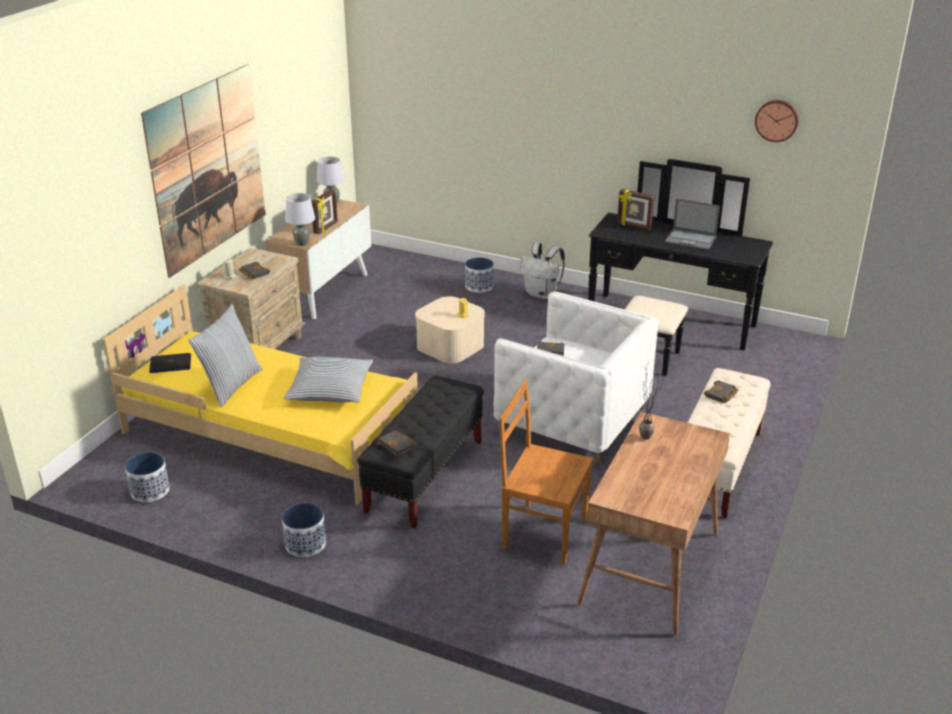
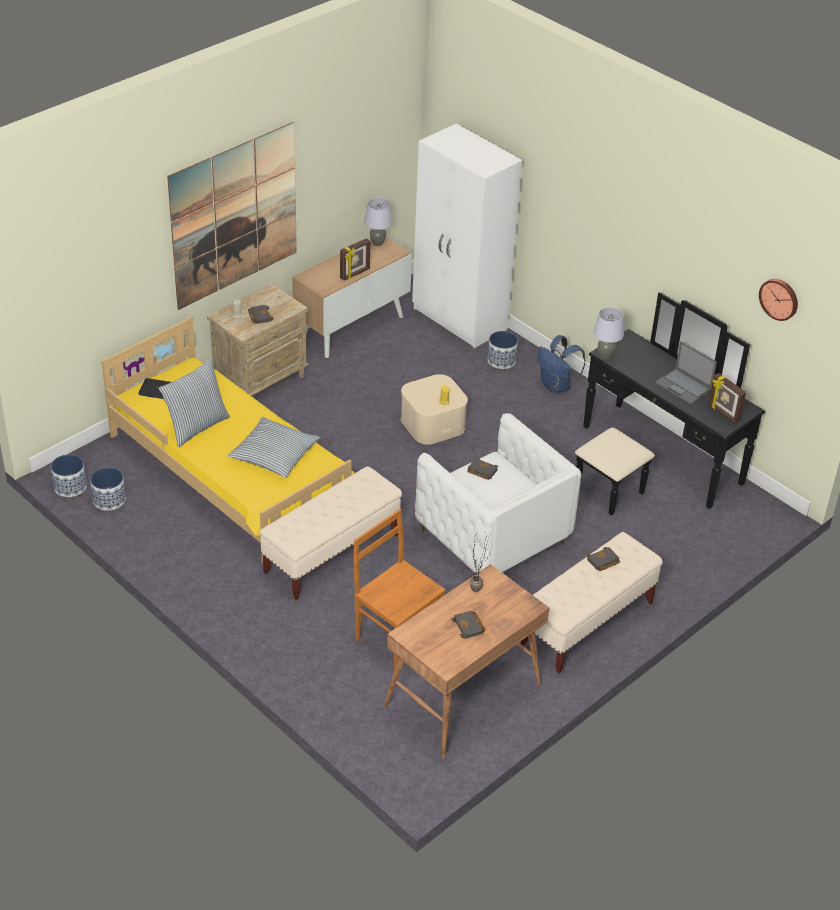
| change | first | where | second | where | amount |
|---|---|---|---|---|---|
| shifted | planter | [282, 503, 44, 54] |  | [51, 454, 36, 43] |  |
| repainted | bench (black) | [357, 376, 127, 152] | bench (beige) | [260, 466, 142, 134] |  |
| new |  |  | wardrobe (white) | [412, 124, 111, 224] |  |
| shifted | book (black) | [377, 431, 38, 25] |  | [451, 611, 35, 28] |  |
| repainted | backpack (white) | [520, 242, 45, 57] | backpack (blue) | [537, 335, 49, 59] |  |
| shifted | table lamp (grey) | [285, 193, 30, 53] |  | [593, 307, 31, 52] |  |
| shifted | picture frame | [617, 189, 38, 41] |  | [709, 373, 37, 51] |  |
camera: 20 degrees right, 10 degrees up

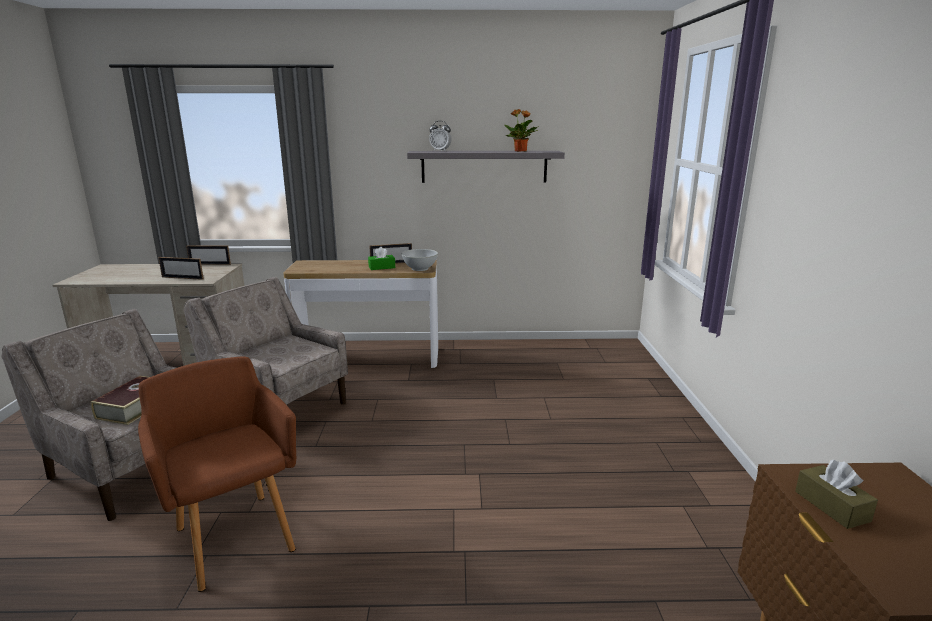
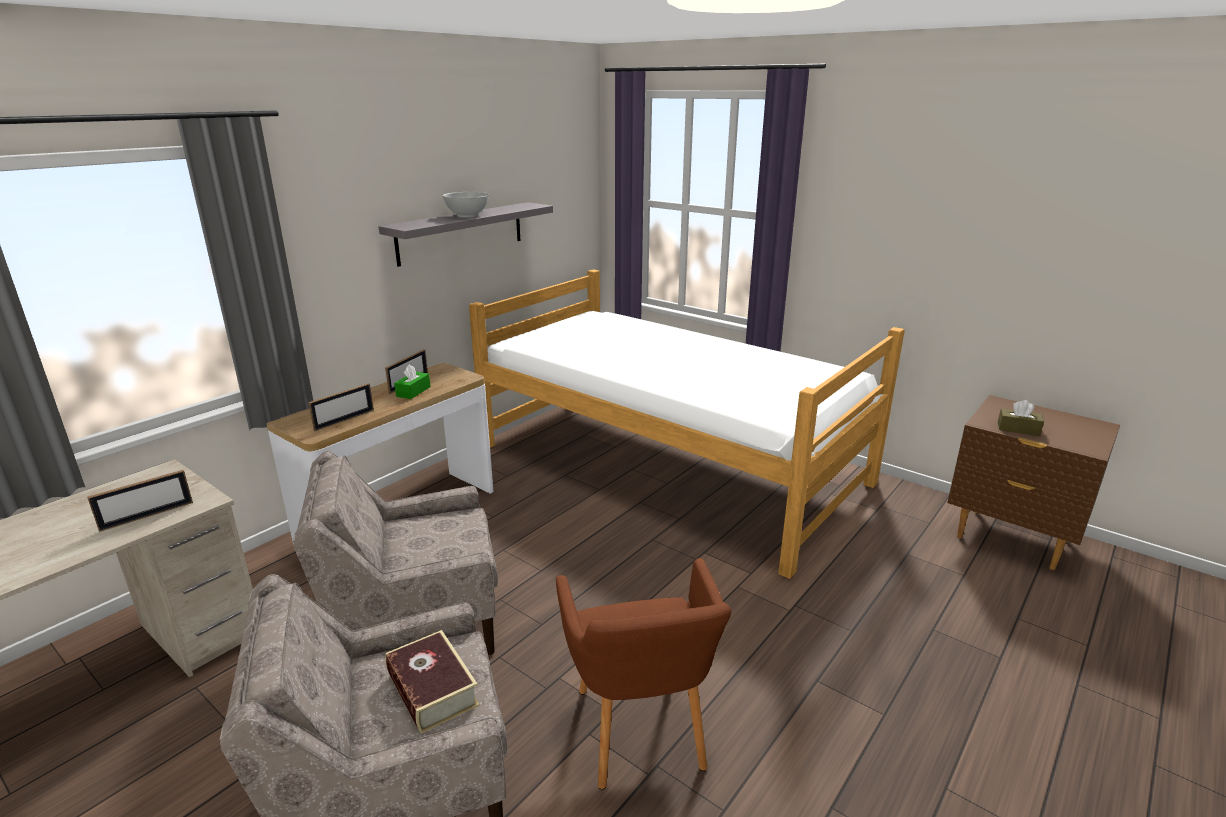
| change | first | where | second | where | amount |
|---|---|---|---|---|---|
| shifted | picture frame | [186, 245, 45, 20] |  | [308, 383, 66, 48] |  |
| shifted | bowl (white) | [401, 249, 37, 22] |  | [443, 192, 46, 25] |  |
| new |  |  | bed | [469, 269, 436, 310] |  |
| rotated | armchair (brown) | [138, 356, 158, 236] |  | [556, 558, 175, 231] | 105 degrees counterclockwise |
| gone | alarm clock | [429, 121, 23, 30] |  |  |  |
| gone | potted plant | [505, 109, 34, 43] |  |  |  |
camera: 50 degrees left, 5 degrees up

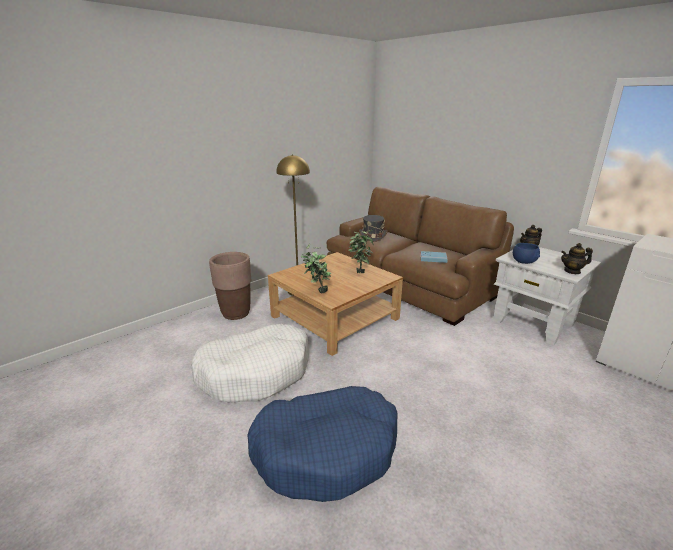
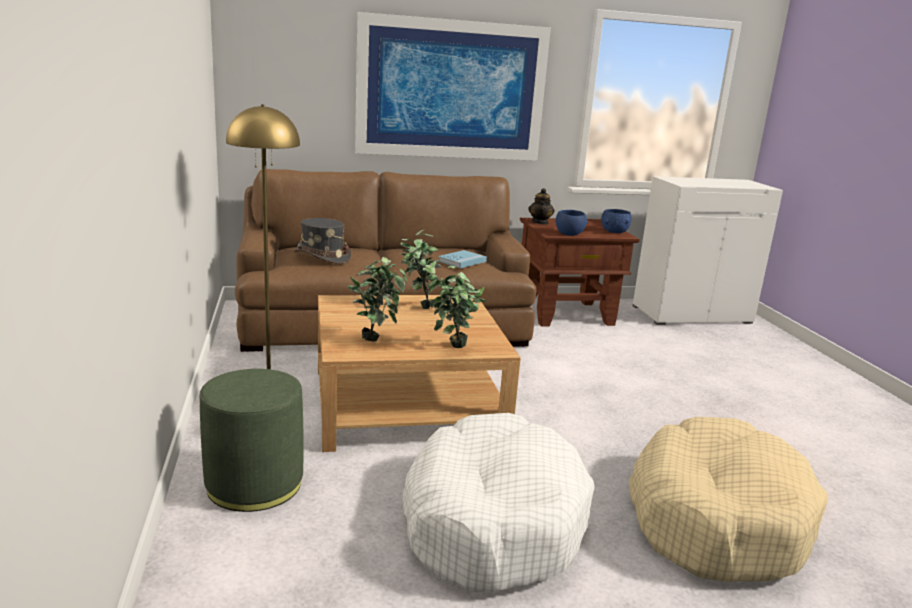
| change | first | where | second | where | amount |
|---|---|---|---|---|---|
| swapped | planter (brown) | [209, 252, 42, 68] | ottoman (green) | [200, 369, 104, 143] |  |
| new |  |  | potted plant | [347, 257, 64, 85] |  |
| new |  |  | picture | [355, 12, 196, 149] |  |
| repainted | side table (white) | [493, 247, 108, 98] | side table (brown) | [520, 218, 120, 109] |  |
| swapped | teapot | [561, 243, 32, 31] | bowl (blue) | [601, 209, 31, 24] |  |
| repainted | dog bed (blue) | [247, 386, 151, 116] | dog bed (beige) | [629, 417, 199, 165] |  |
camera: 60 degrees left, 5 degrees down

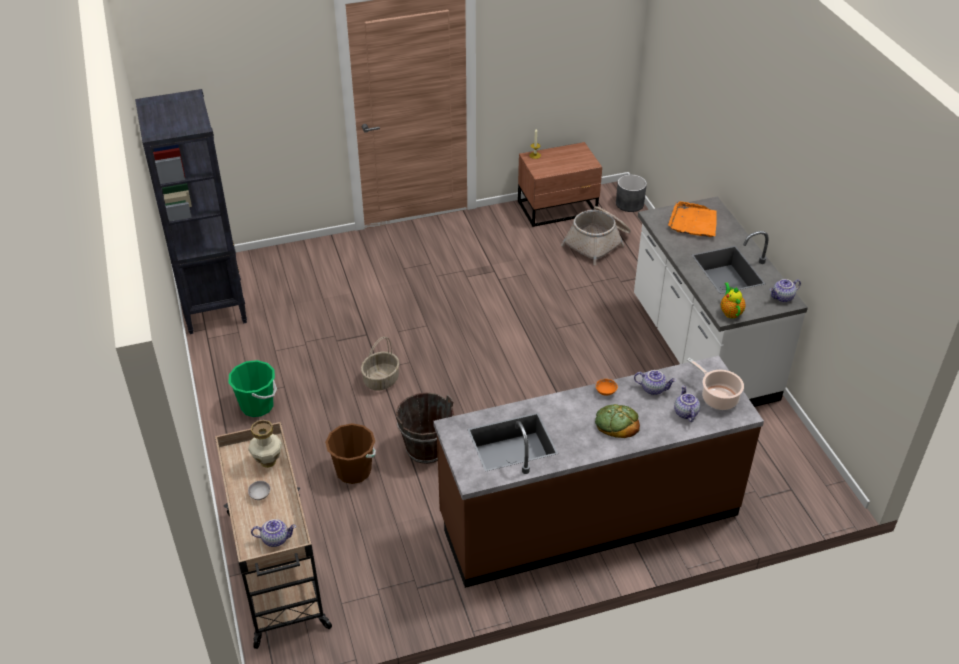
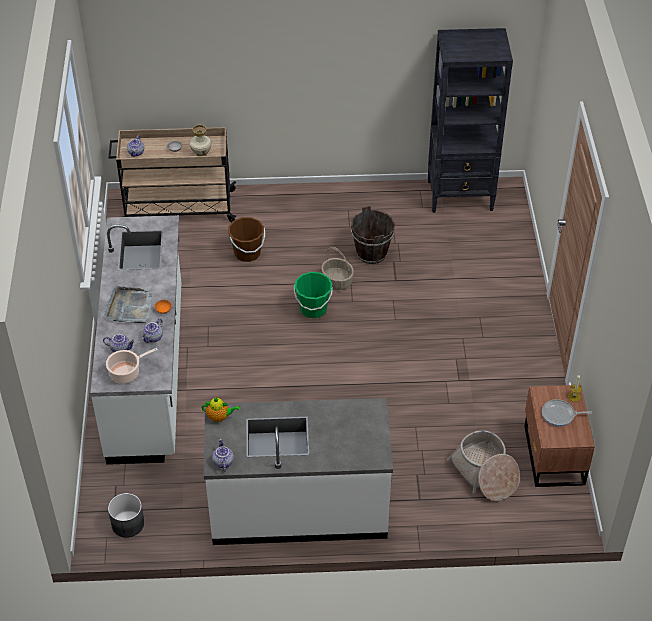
| change | first | where | second | where | amount |
|---|---|---|---|---|---|
| repainted | counter (brown) | [433, 356, 331, 232] | counter (white) | [90, 215, 91, 250] |  |
| swapped | bread | [595, 404, 45, 34] | tray (grey) | [105, 286, 47, 37] |  |
| shifted | planter (grey) | [616, 175, 31, 37] |  | [108, 493, 36, 45] |  |
| shifted | bucket (green) | [229, 360, 48, 57] |  | [294, 272, 39, 46] |  |
| shifted | bucket (brown) | [396, 392, 58, 72] |  | [351, 206, 44, 58] |  |
| new |  |  | frying pan | [542, 399, 50, 28] |  |
| gone | tray (orange) | [668, 201, 49, 36] |  |  |  |
camera: 105 degrees right, 5 degrees up

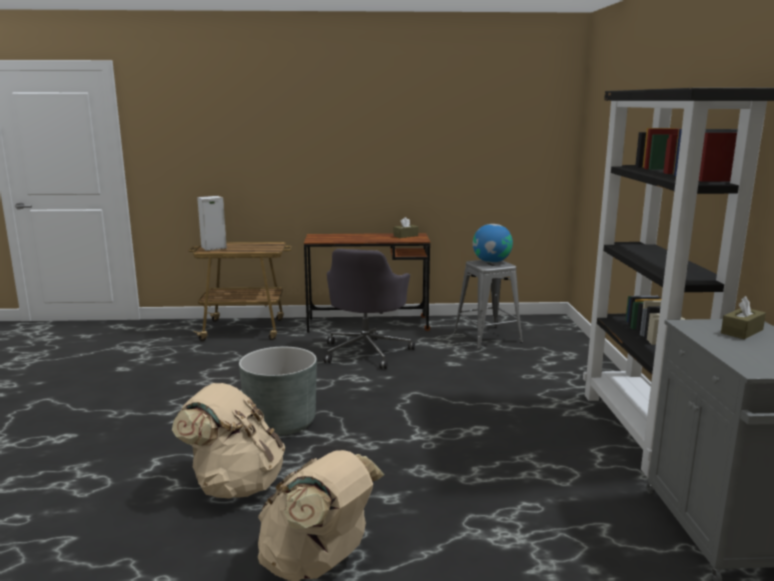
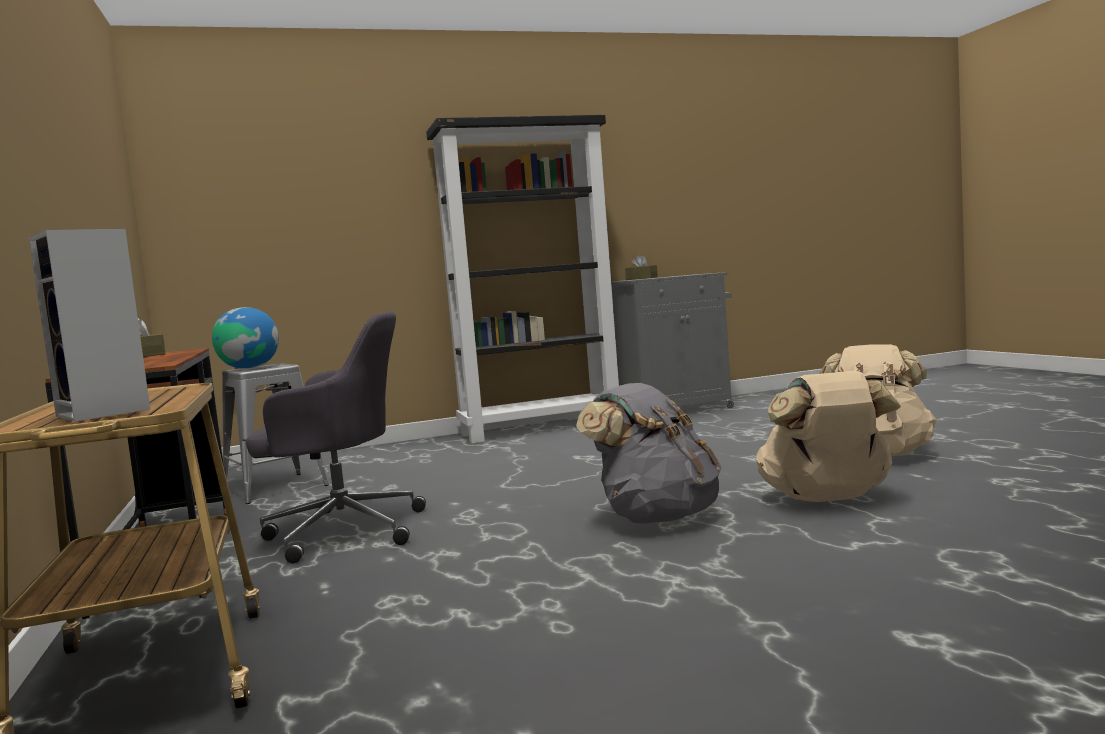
| change | first | where | second | where | amount |
|---|---|---|---|---|---|
| swapped | planter (grey) | [239, 347, 78, 89] | backpack (grey) | [576, 383, 146, 141] |  |
camera: 105 degrees left, 10 degrees down

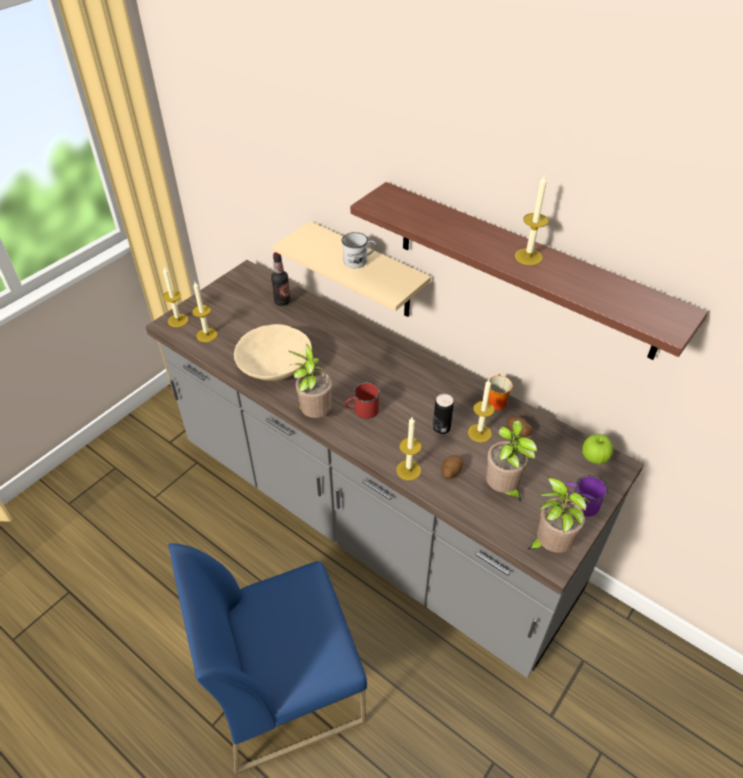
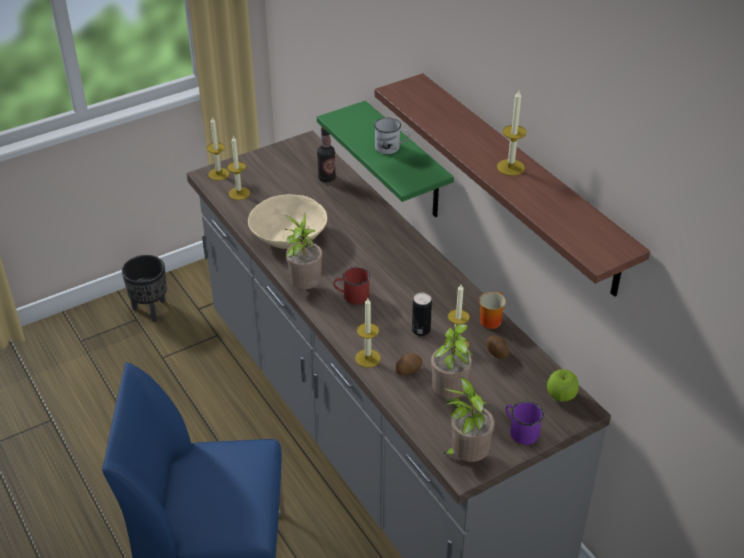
| change | first | where | second | where | amount |
|---|---|---|---|---|---|
| new |  |  | planter (black) | [122, 255, 45, 67] |  |
| repainted | shelf (beige) | [273, 221, 158, 96] | shelf (green) | [317, 101, 137, 116] |  |
camera: 20 degrees right, 5 degrees down

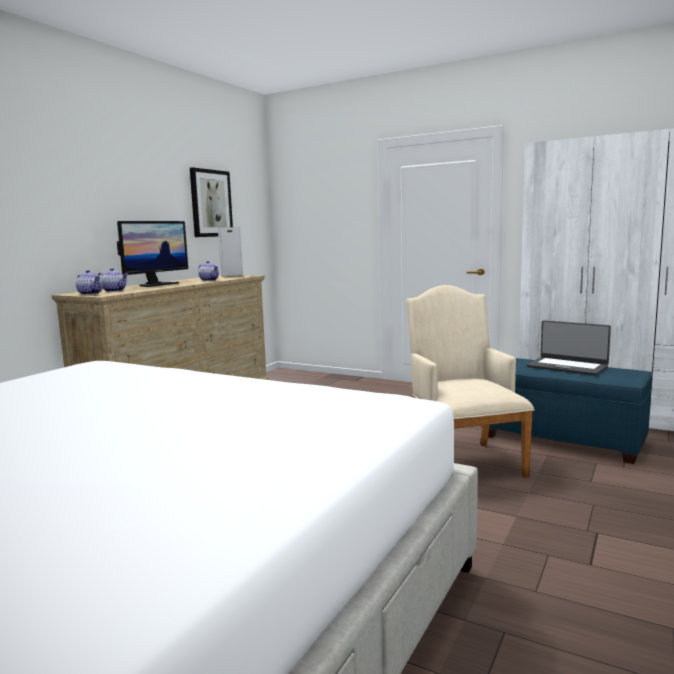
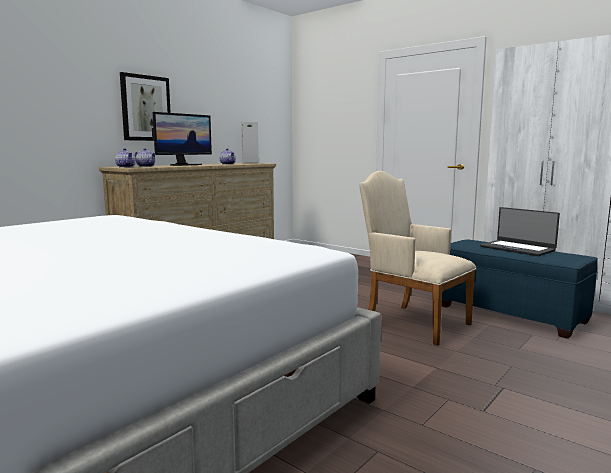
| change | first | where | second | where | amount |
|---|---|---|---|---|---|
| shifted | picture | [190, 167, 43, 70] |  | [120, 72, 51, 69] |  |
| rotated | armchair (beige) | [406, 285, 128, 193] |  | [359, 171, 117, 175] | 45 degrees counterclockwise |
camera: 10 degrees right, 0 degrees up

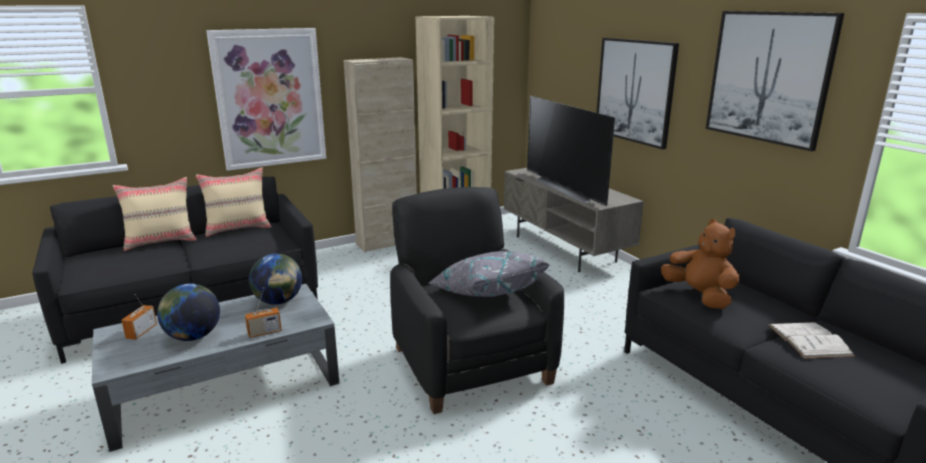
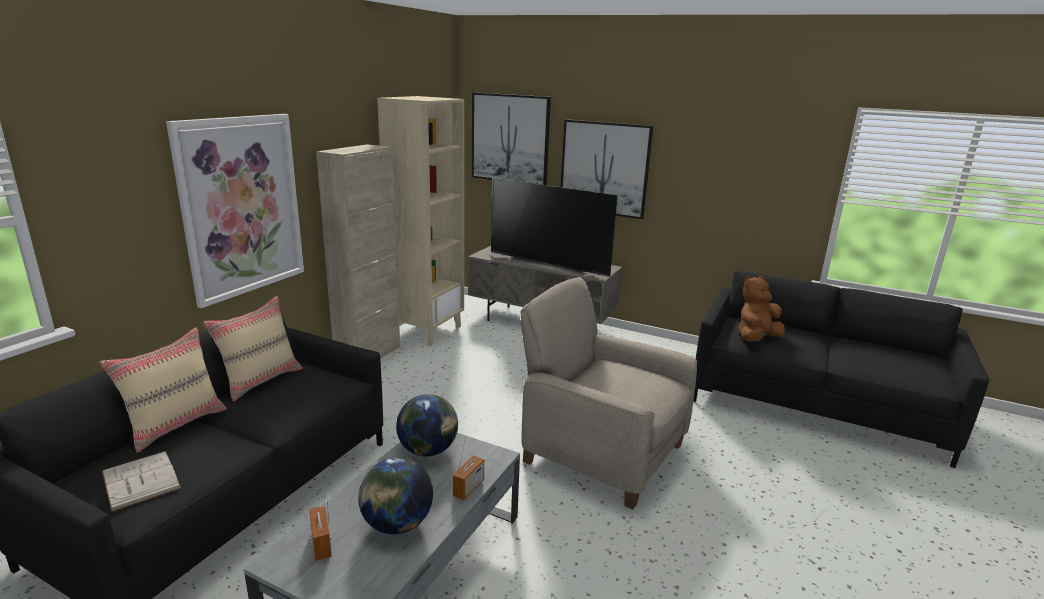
| change | first | where | second | where | amount |
|---|---|---|---|---|---|
| shifted | book (white) | [768, 322, 87, 37] |  | [102, 451, 79, 61] |  |
| shifted | picture | [706, 11, 138, 140] |  | [472, 92, 79, 93] |  |
| repainted | armchair (black) | [390, 187, 174, 227] | armchair (beige) | [520, 277, 177, 232] |  |
| rotated | plush toy (brown) | [661, 219, 78, 90] |  | [738, 276, 47, 66] | 60 degrees counterclockwise |
| gone | pillow (grey) | [429, 251, 121, 46] |  |  |  |
camera: 35 degrees left, 0 degrees up

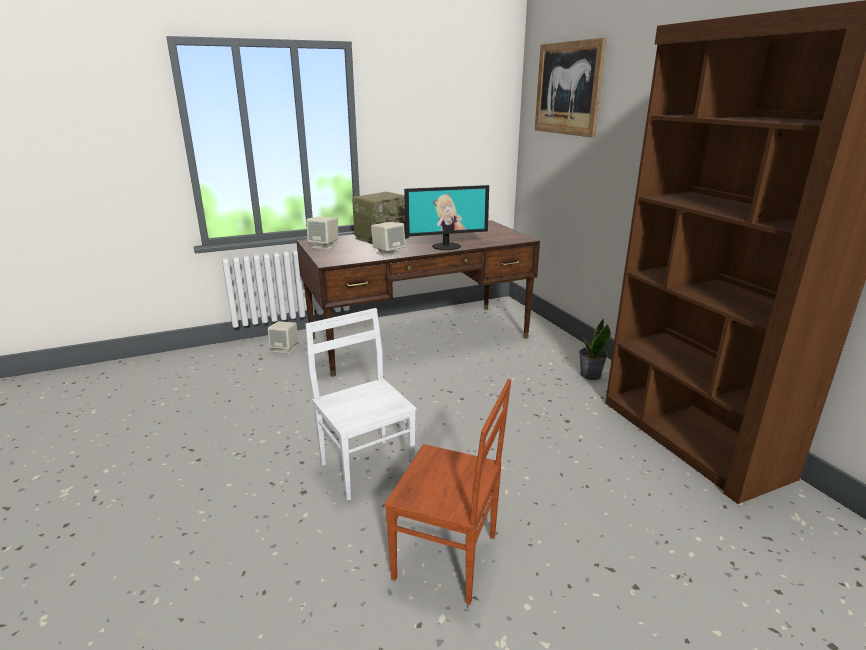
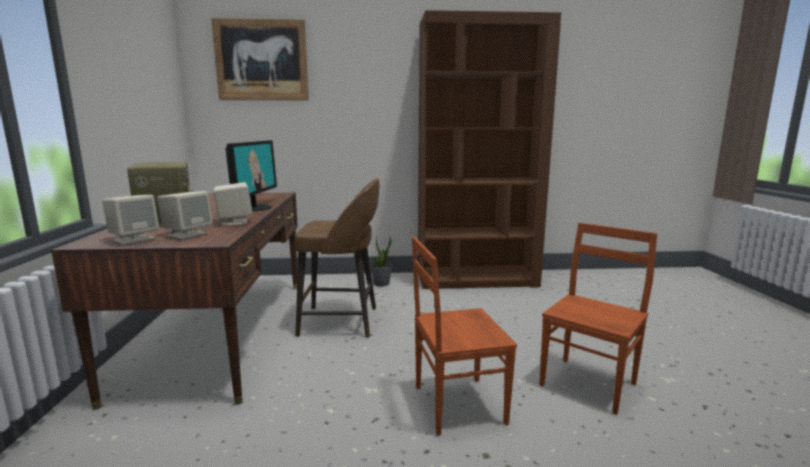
| change | first | where | second | where | amount |
|---|---|---|---|---|---|
| shifted | speaker (beige) | [268, 321, 30, 33] |  | [157, 191, 56, 48] |  |
| new |  |  | stool (brown) | [295, 178, 84, 160] |  |
| repainted | chair (white) | [305, 308, 111, 193] | chair (brown) | [412, 236, 105, 200] |  |
camera: 70 degrees left, 10 degrees down

